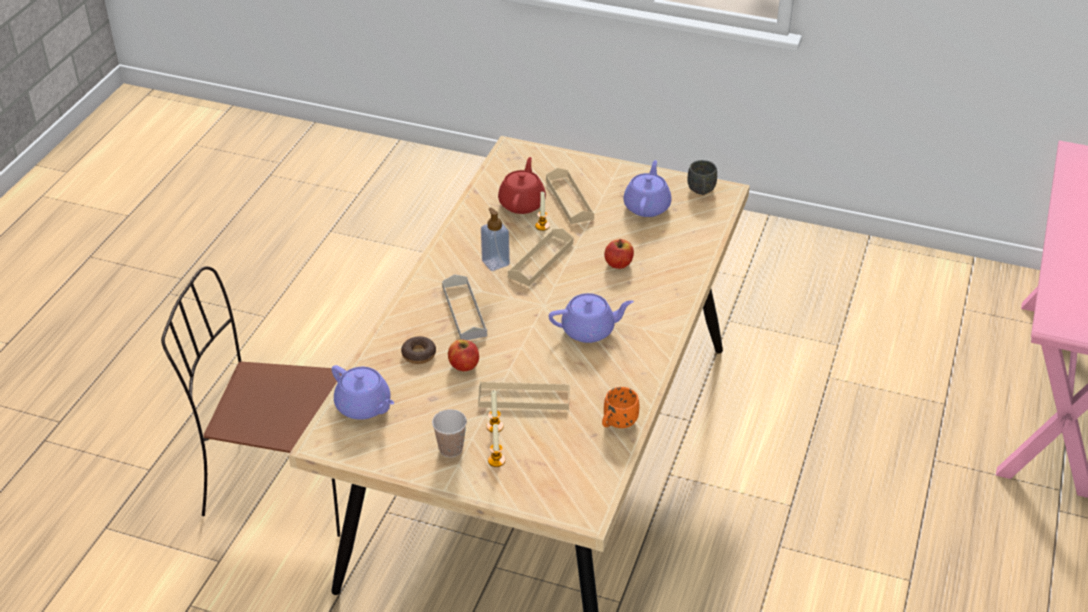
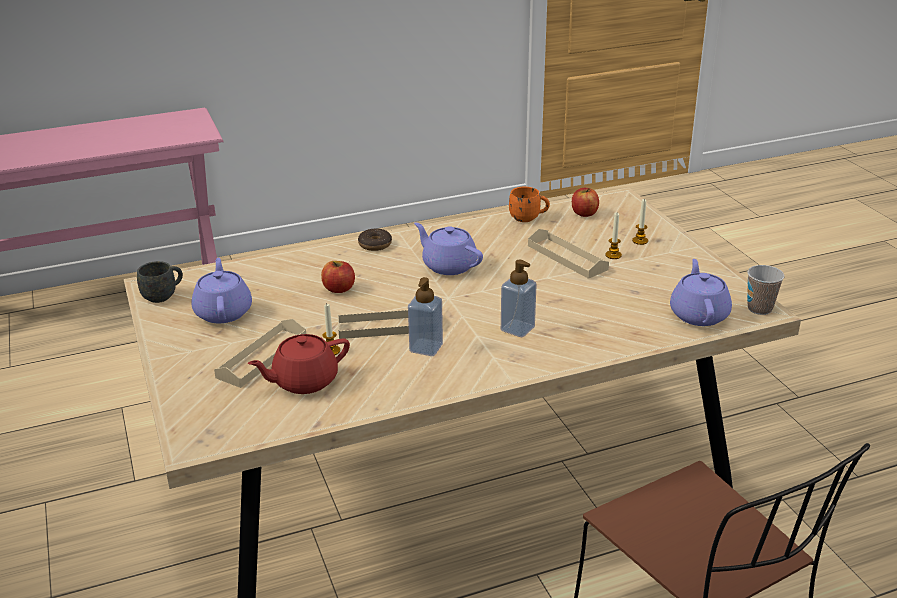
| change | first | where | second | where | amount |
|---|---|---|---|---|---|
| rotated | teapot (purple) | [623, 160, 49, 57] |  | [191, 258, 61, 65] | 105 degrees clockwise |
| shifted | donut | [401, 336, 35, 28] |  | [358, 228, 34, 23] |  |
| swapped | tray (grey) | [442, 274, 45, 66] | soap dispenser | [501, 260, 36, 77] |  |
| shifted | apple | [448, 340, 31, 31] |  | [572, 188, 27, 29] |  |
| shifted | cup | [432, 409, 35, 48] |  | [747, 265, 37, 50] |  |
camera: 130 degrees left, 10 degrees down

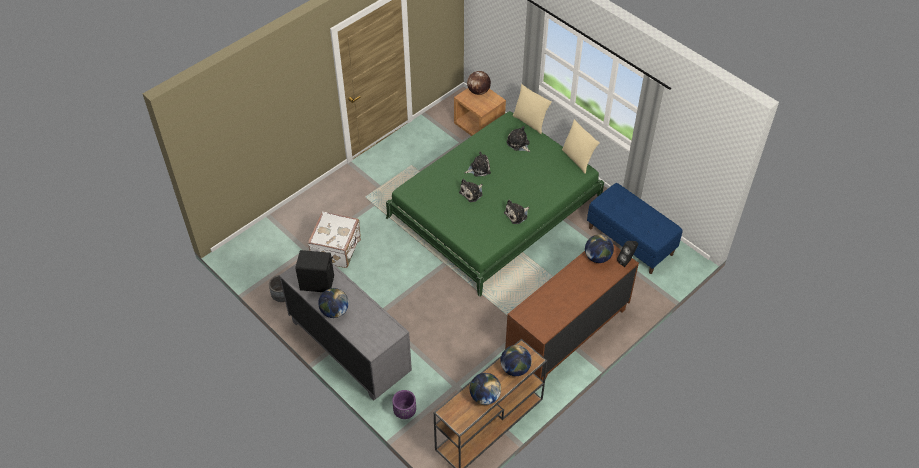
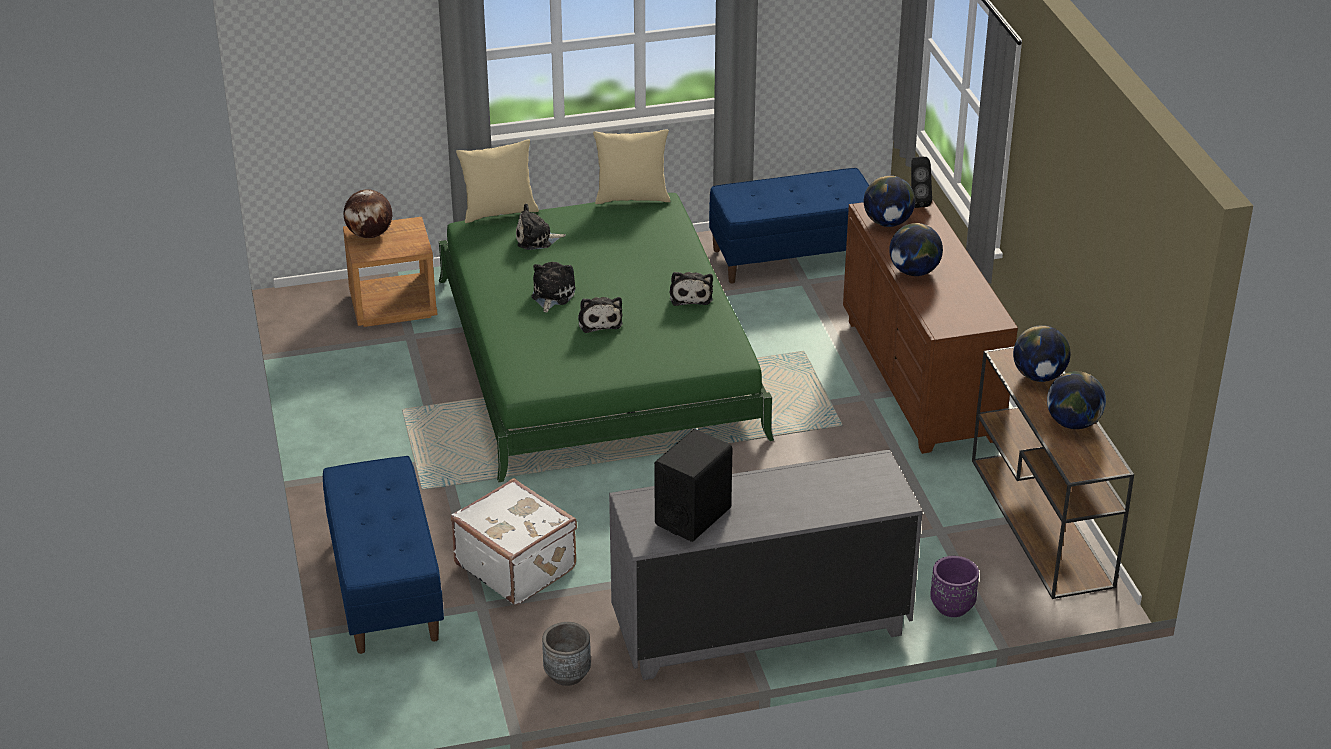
| change | first | where | second | where | amount |
|---|---|---|---|---|---|
| new |  |  | bench (blue) | [323, 456, 121, 198] |  |
| shifted | globe | [318, 288, 31, 30] |  | [889, 223, 54, 53] |  |
camera: 60 degrees left, 15 degrees down

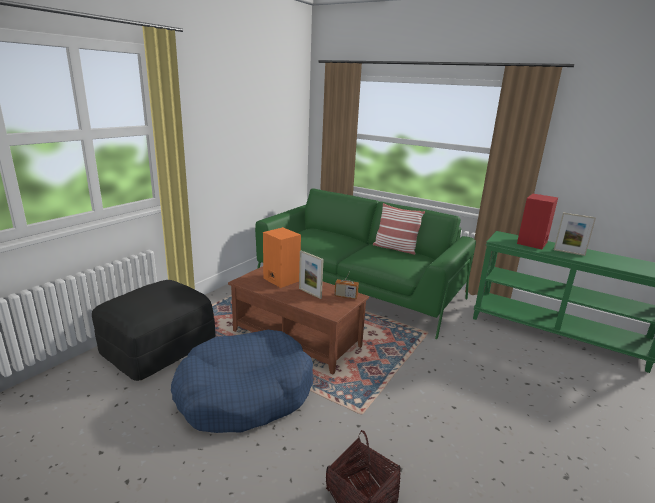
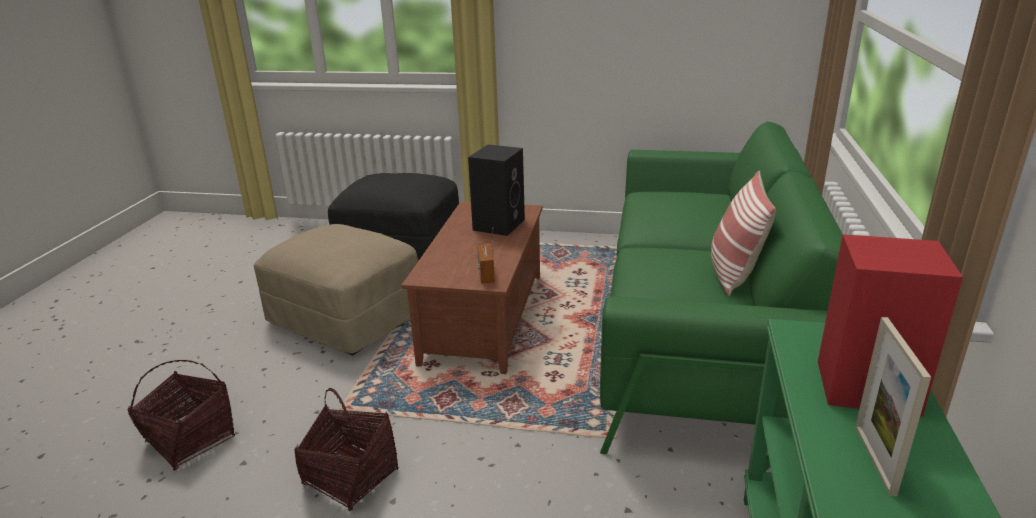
| change | first | where | second | where | amount |
|---|---|---|---|---|---|
| swapped | dog bed (blue) | [171, 330, 142, 103] | ottoman (beige) | [254, 224, 164, 132] |  |
| new |  |  | basket | [295, 388, 103, 123] |  |
| repainted | speaker (orange) | [263, 227, 38, 61] | speaker (black) | [468, 144, 57, 92] |  |
| gone | picture frame | [299, 250, 24, 49] |  |  |  |
camera: 70 degrees right, 5 degrees up

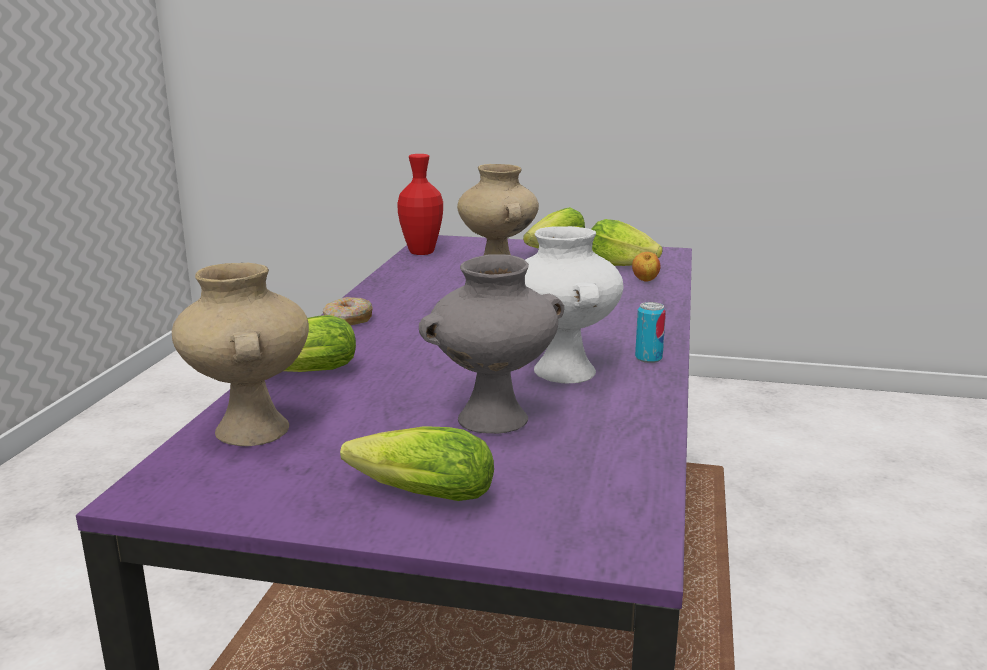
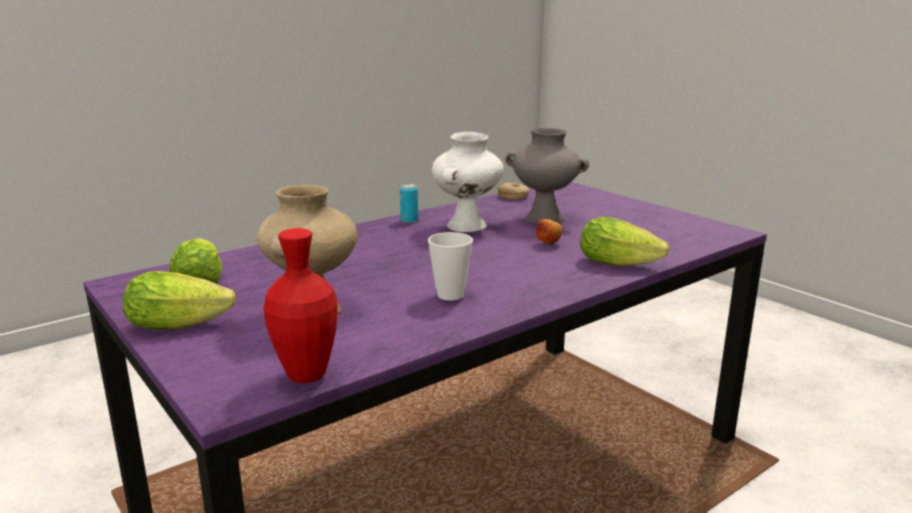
| change | first | where | second | where | amount |
|---|---|---|---|---|---|
| new |  |  | cup | [428, 232, 45, 69] |  |
| shifted | donut | [323, 297, 50, 28] |  | [497, 183, 32, 16] |  |
| shifted | apple | [632, 252, 29, 29] |  | [536, 219, 26, 26] |  |
| gone | vase (beige) | [172, 263, 137, 183] |  |  |  |
| gone | lettuce | [340, 426, 154, 75] |  |  |  |
camera: 140 degrees left, 0 degrees up

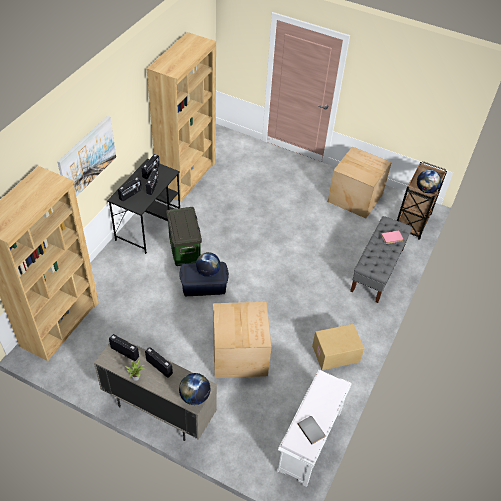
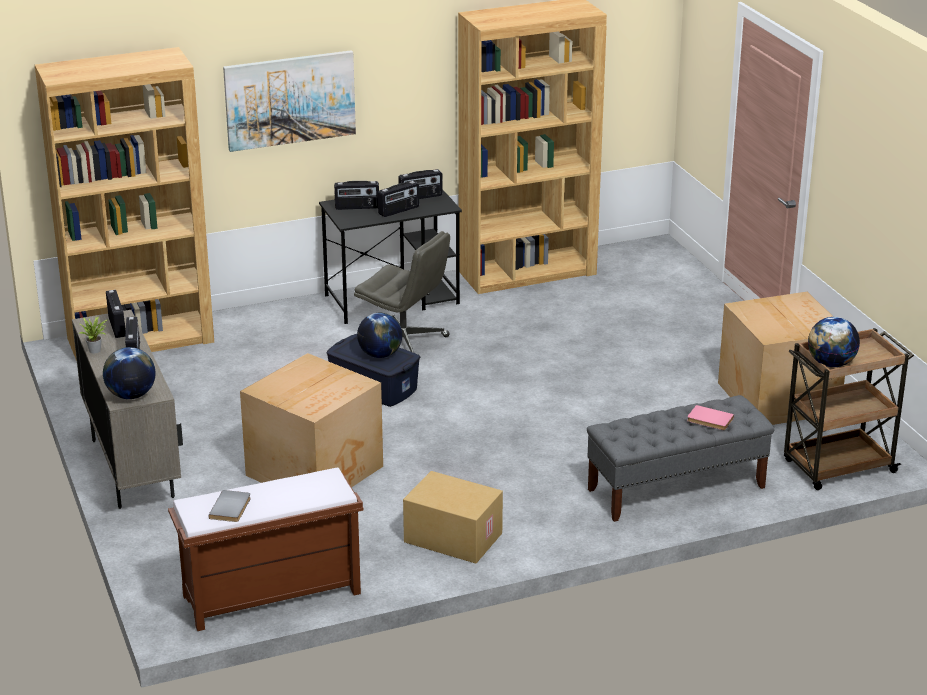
| change | first | where | second | where | amount |
|---|---|---|---|---|---|
| repainted | bench (white) | [276, 370, 76, 117] | bench (brown) | [168, 467, 196, 164] |  |
| swapped | storage box | [166, 207, 36, 59] | office chair (grey) | [354, 231, 96, 122] |  |
camera: 45 degrees right, 20 degrees down

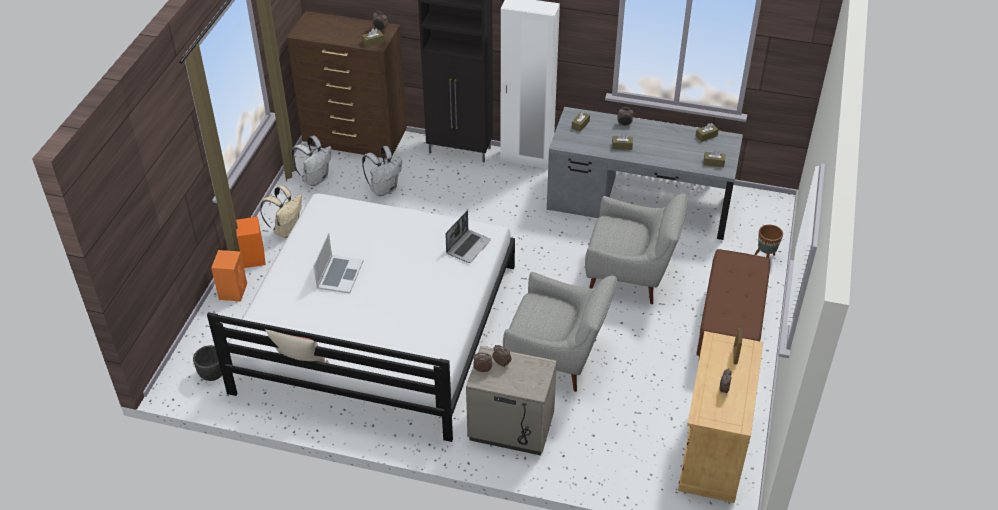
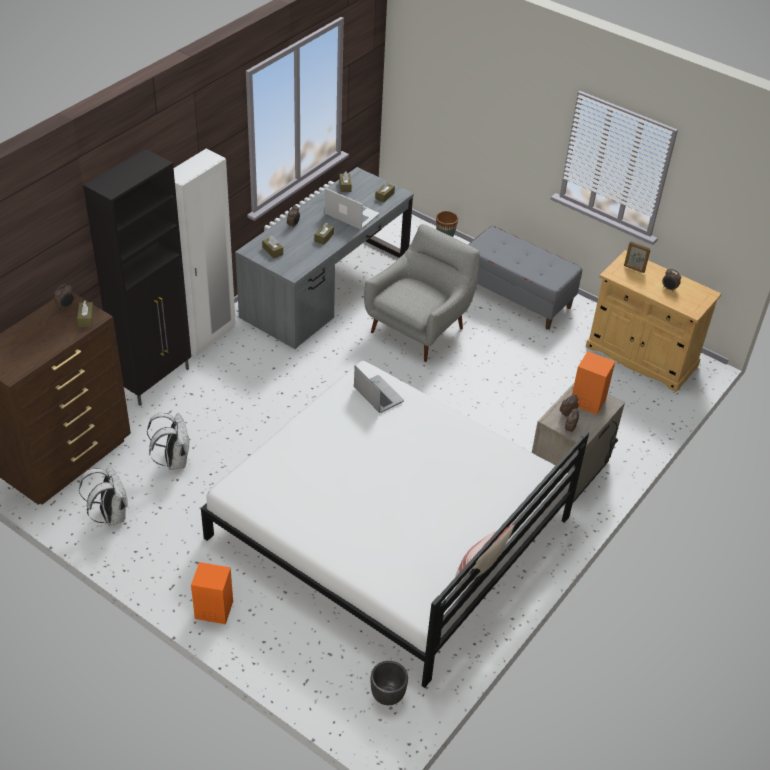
| change | first | where | second | where | amount |
|---|---|---|---|---|---|
| shifted | laptop | [313, 233, 51, 60] |  | [325, 188, 55, 42] |  |
| repainted | bench (brown) | [696, 249, 74, 109] | bench (grey) | [468, 226, 114, 104] |  |
| shifted | speaker (orange) | [211, 250, 36, 51] |  | [572, 351, 43, 64] |  |
| gone | backpack (beige) | [260, 185, 42, 53] |  |  |  |
| gone | armchair (grey) | [503, 272, 114, 120] |  |  |  |
camera: 70 degrees left, 0 degrees up

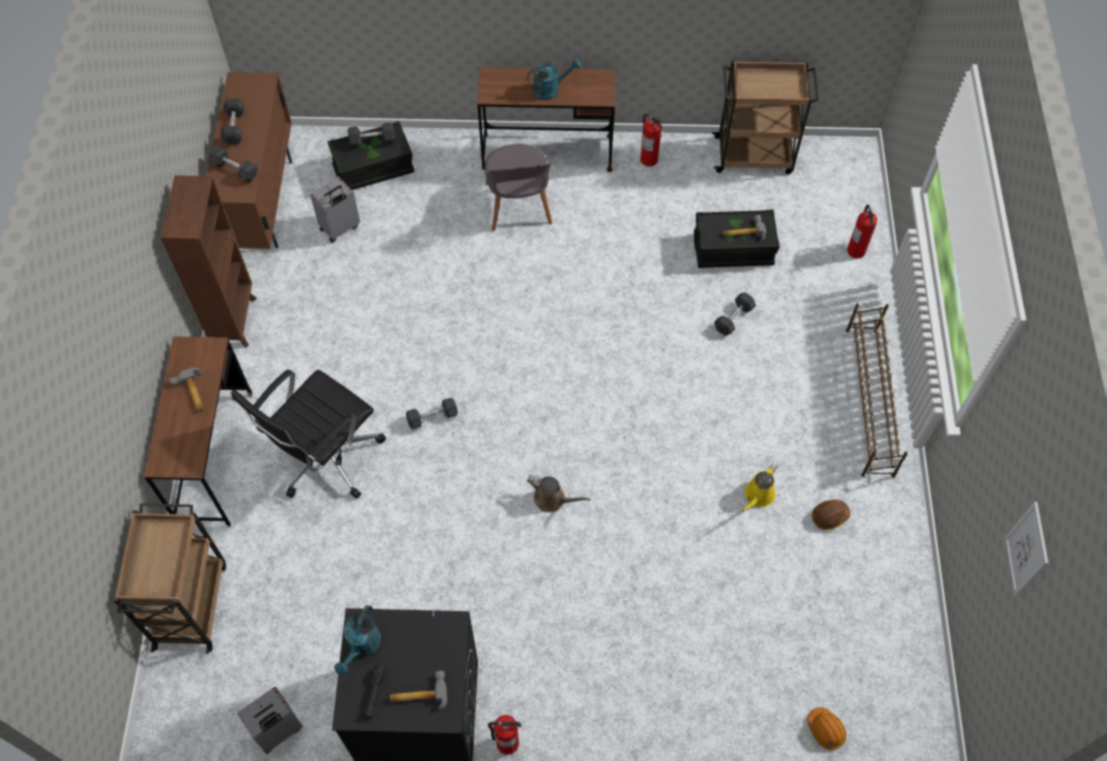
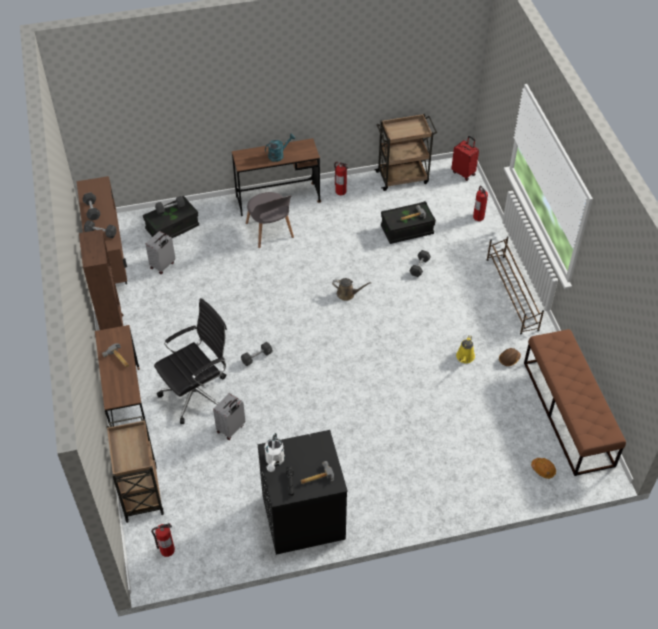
| change | first | where | second | where | amount |
|---|---|---|---|---|---|
| shifted | fire extinguisher | [488, 715, 34, 40] |  | [151, 523, 24, 34] |  |
| rotated | office chair (black) | [231, 370, 155, 128] |  | [154, 298, 73, 126] | 150 degrees counterclockwise |
| shifted | suitcase (grey) | [238, 687, 65, 67] |  | [213, 393, 32, 47] |  |
| repainted | watering can (turquoise) | [334, 605, 47, 70] | watering can (white) | [264, 433, 21, 39] |  |
| shifted | watering can (brown) | [527, 475, 64, 37] |  | [332, 278, 40, 23] |  |
| new |  |  | suitcase (red) | [451, 136, 28, 45] |  |
| new |  |  | bench (brown) | [524, 329, 102, 147] |  |
| gone | picture | [1005, 502, 43, 94] |  |  |  |
camera: 15 degrees left, 10 degrees down

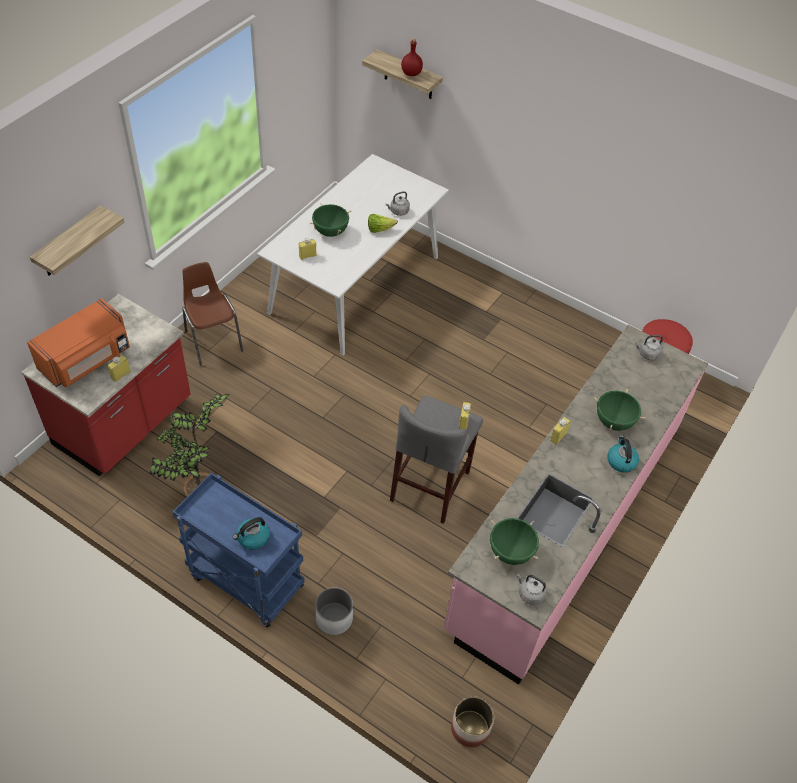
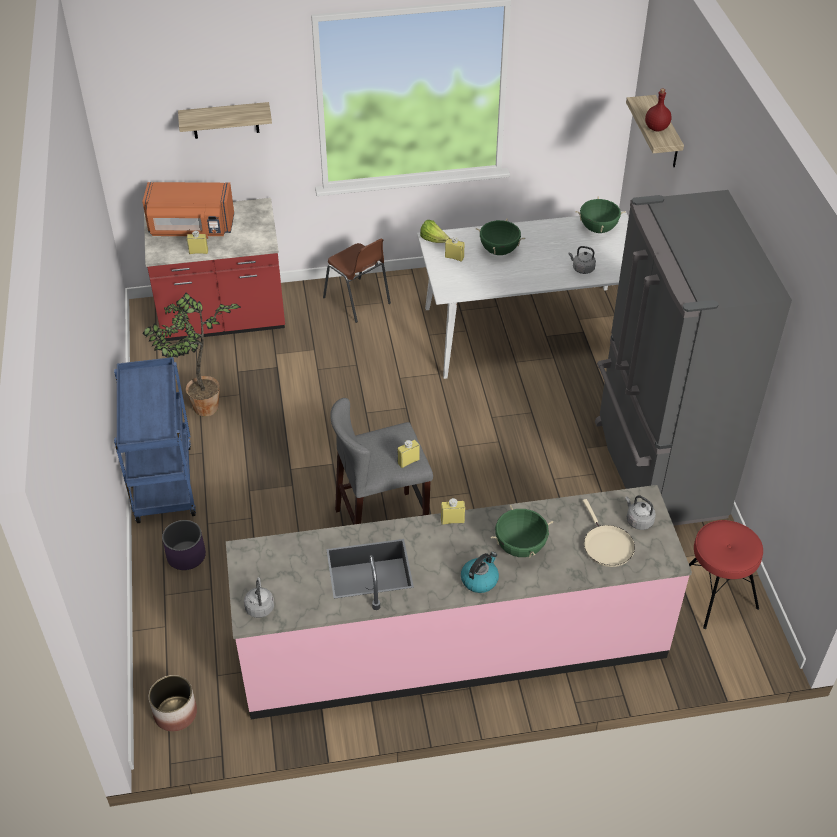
| change | first | where | second | where | amount |
|---|---|---|---|---|---|
| repainted | planter (white) | [316, 587, 37, 48] | planter (purple) | [162, 520, 44, 50] |  |
| rotated | chair (brown) | [182, 262, 61, 104] |  | [323, 238, 68, 85] | 120 degrees clockwise |
| shifted | lettuce | [368, 214, 30, 19] |  | [420, 220, 31, 23] |  |
| shifted | cooking pot (green) | [490, 518, 49, 47] |  | [575, 197, 51, 36] |  |
| new |  |  | frying pan (beige) | [583, 499, 52, 68] |  |
| new |  |  | fridge (grey) | [595, 190, 197, 336] |  |
| gone | kettle | [233, 517, 37, 33] |  |  |  |
camera: 50 degrees right, 5 degrees down

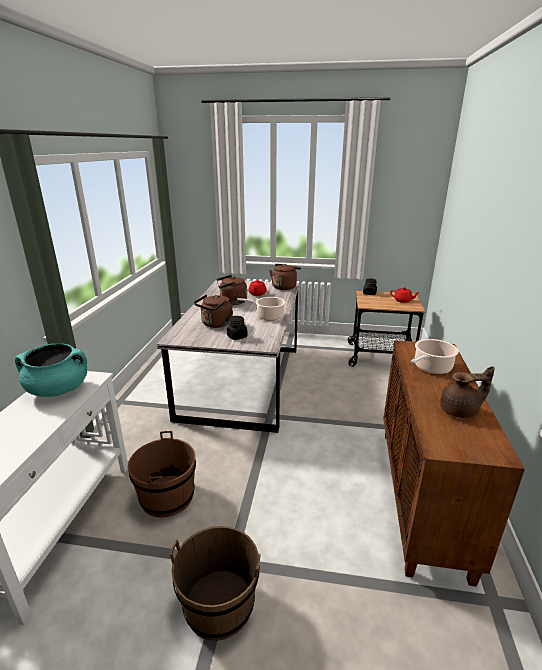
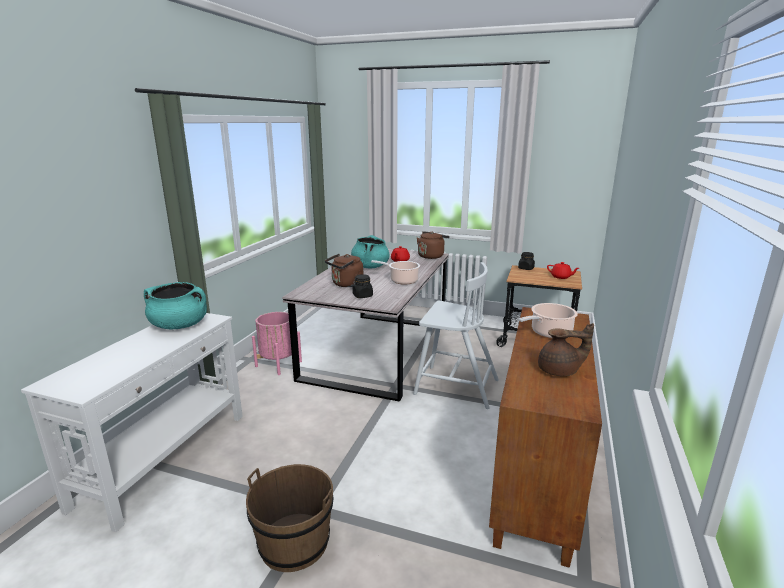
| change | first | where | second | where | amount |
|---|---|---|---|---|---|
| new |  |  | planter (pink) | [252, 312, 50, 63] |  |
| swapped | kettle (brown) | [217, 275, 30, 30] | cooking pot (turquoise) | [351, 235, 39, 33] |  |
| new |  |  | chair (white) | [413, 262, 86, 147] |  |
| gone | bucket (brown) | [128, 431, 68, 87] |  |  |  |
camera: 10 degrees right, 5 degrees down

